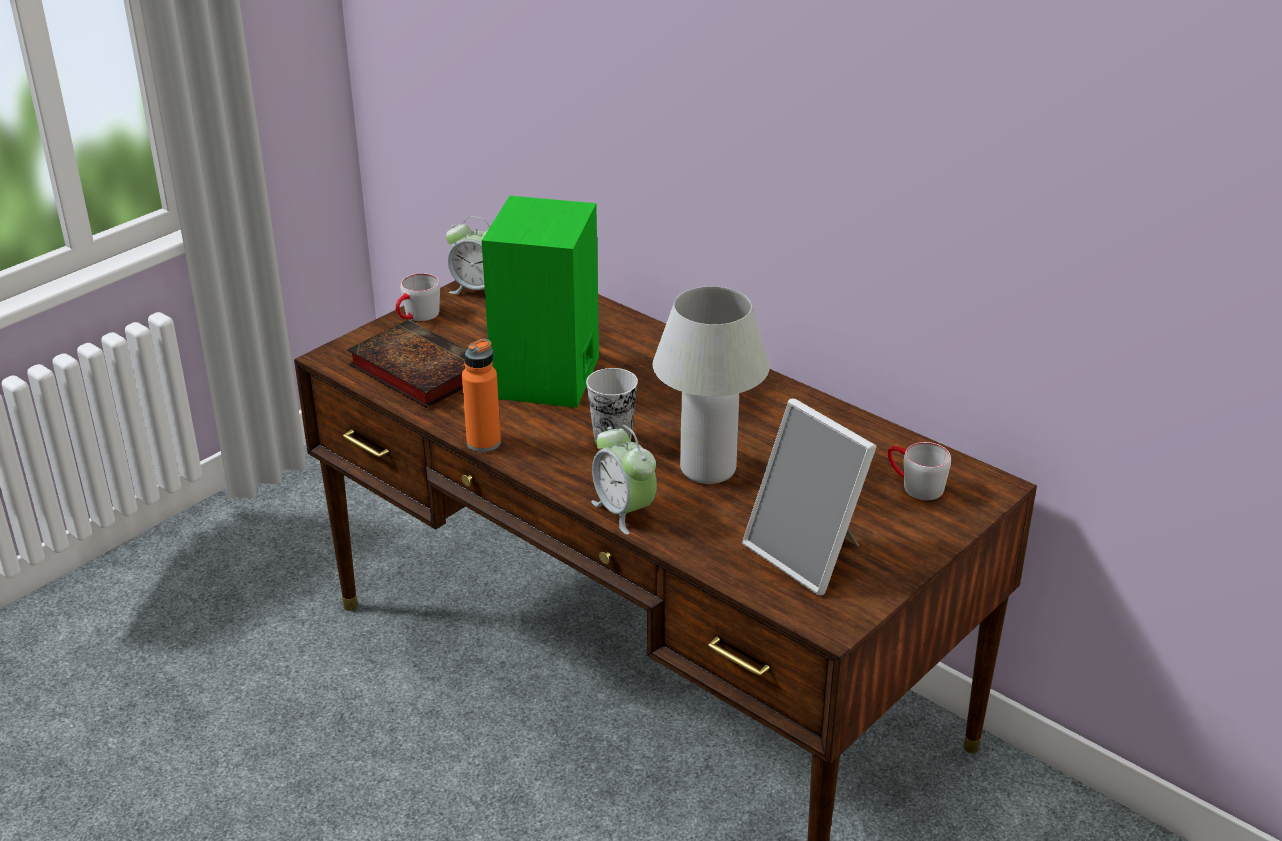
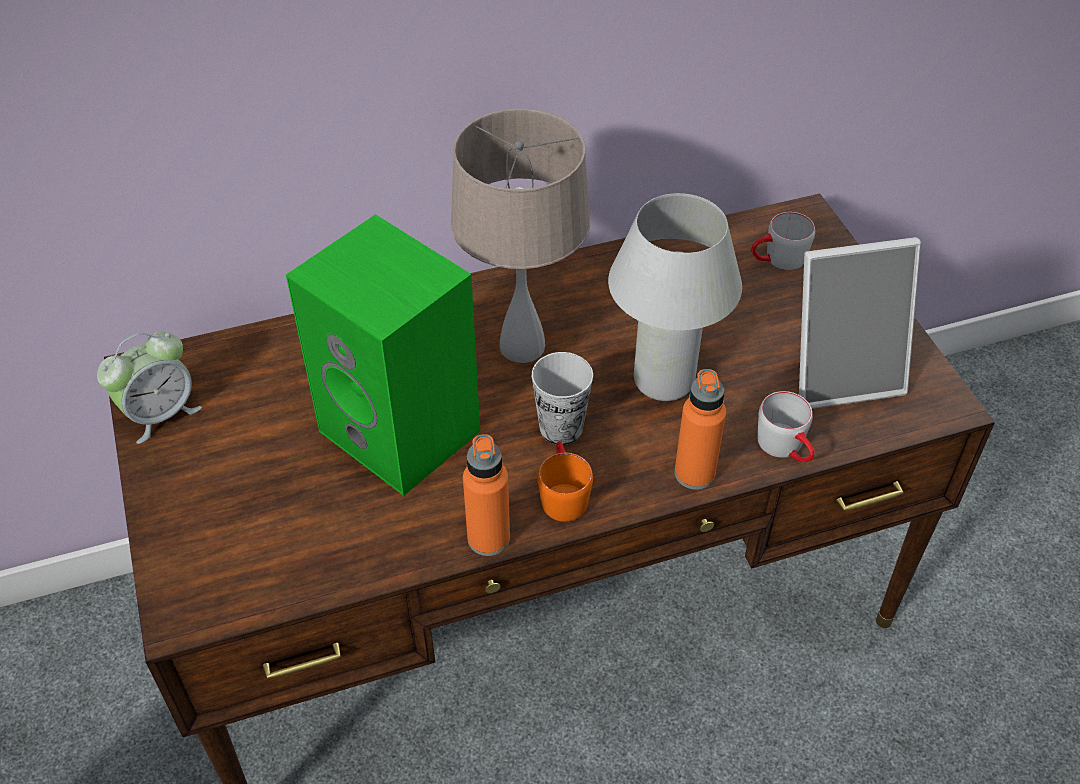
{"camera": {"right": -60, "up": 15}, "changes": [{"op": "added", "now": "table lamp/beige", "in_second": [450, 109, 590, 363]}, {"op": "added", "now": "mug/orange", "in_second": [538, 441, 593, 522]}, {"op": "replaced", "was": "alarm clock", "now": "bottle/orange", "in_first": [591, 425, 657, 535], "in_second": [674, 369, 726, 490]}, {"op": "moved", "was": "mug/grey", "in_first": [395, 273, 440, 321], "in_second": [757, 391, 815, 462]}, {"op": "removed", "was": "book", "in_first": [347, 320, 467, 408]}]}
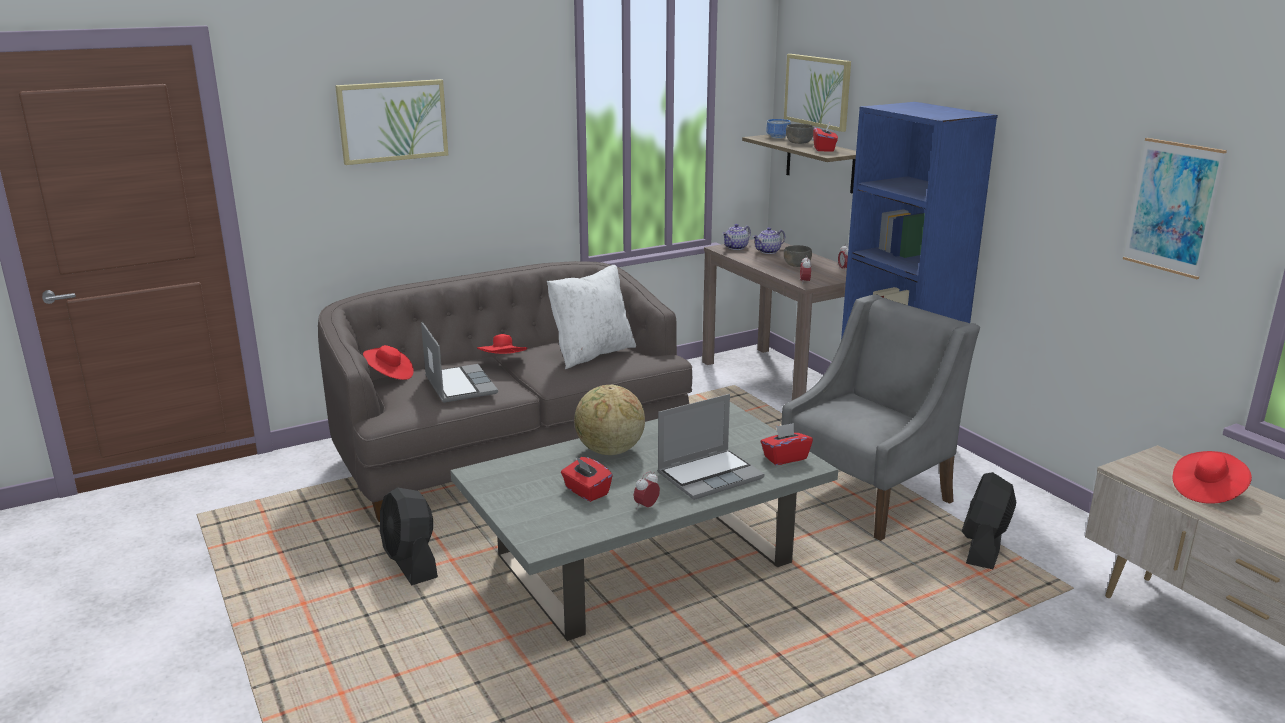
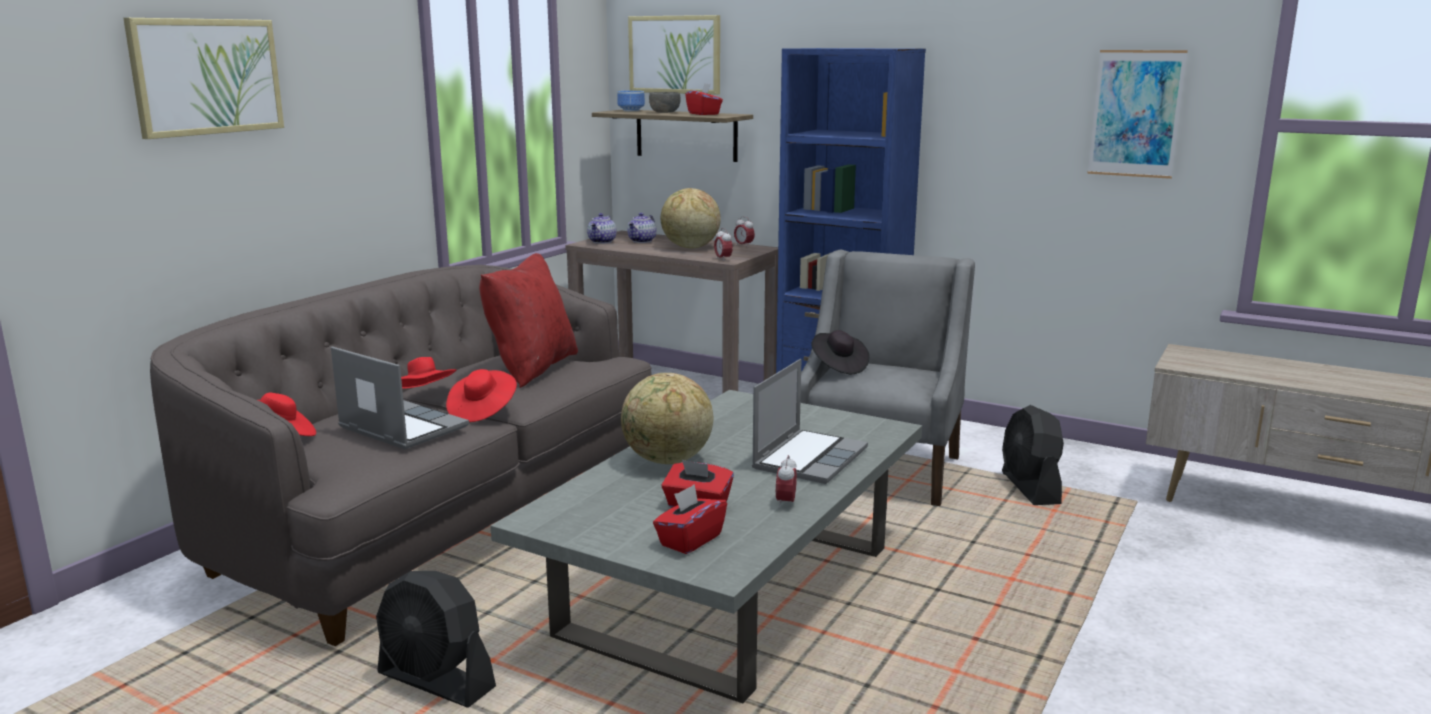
{"camera": {"right": -30, "up": -5}, "changes": [{"op": "moved", "was": "hat/red", "in_first": [1173, 451, 1252, 504], "in_second": [446, 369, 517, 422]}, {"op": "recoloured", "was": "pillow/white", "now": "pillow/red", "in_first": [547, 265, 636, 369], "in_second": [479, 253, 578, 388]}, {"op": "moved", "was": "tissue box/red", "in_first": [761, 423, 813, 465], "in_second": [653, 484, 727, 554]}, {"op": "replaced", "was": "bowl/grey", "now": "globe", "in_first": [784, 245, 812, 267], "in_second": [661, 188, 721, 248]}, {"op": "added", "now": "hat/black", "in_second": [811, 330, 869, 374]}]}
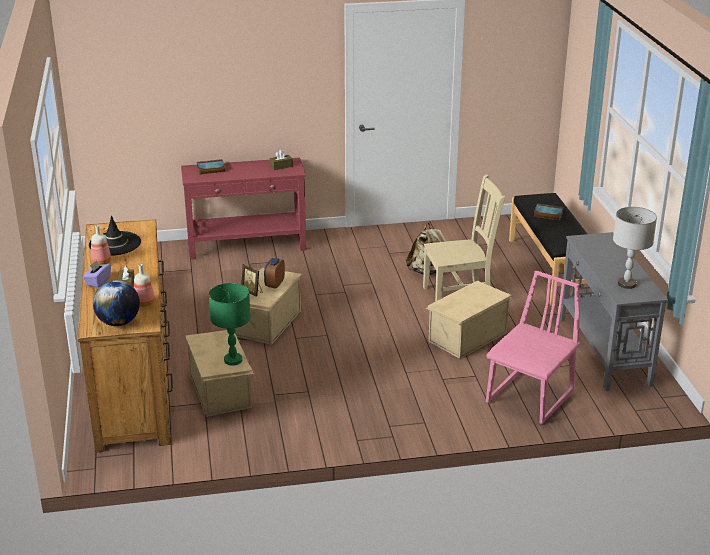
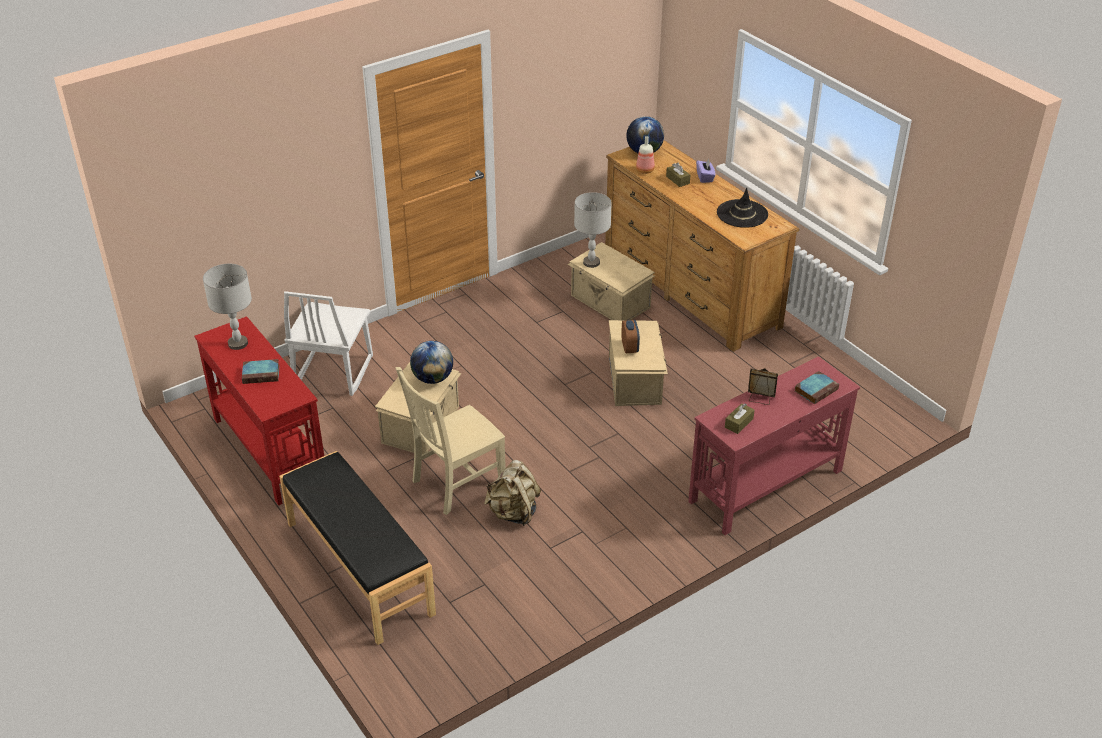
{"camera": {"right": 155, "up": 10}, "changes": [{"op": "recoloured", "was": "console table/grey", "now": "console table/red", "in_first": [560, 232, 668, 391], "in_second": [194, 316, 324, 505]}, {"op": "moved", "was": "book", "in_first": [534, 204, 563, 220], "in_second": [242, 359, 279, 384]}, {"op": "recoloured", "was": "chair/pink", "now": "chair/white", "in_first": [486, 270, 580, 424], "in_second": [284, 291, 373, 396]}, {"op": "added", "now": "globe", "in_second": [410, 341, 453, 384]}, {"op": "recoloured", "was": "table lamp/green", "now": "table lamp/grey", "in_first": [209, 283, 251, 365], "in_second": [574, 192, 612, 268]}, {"op": "moved", "was": "picture frame", "in_first": [241, 264, 262, 297], "in_second": [748, 368, 778, 405]}, {"op": "removed", "was": "bottle", "in_first": [91, 225, 111, 265]}]}
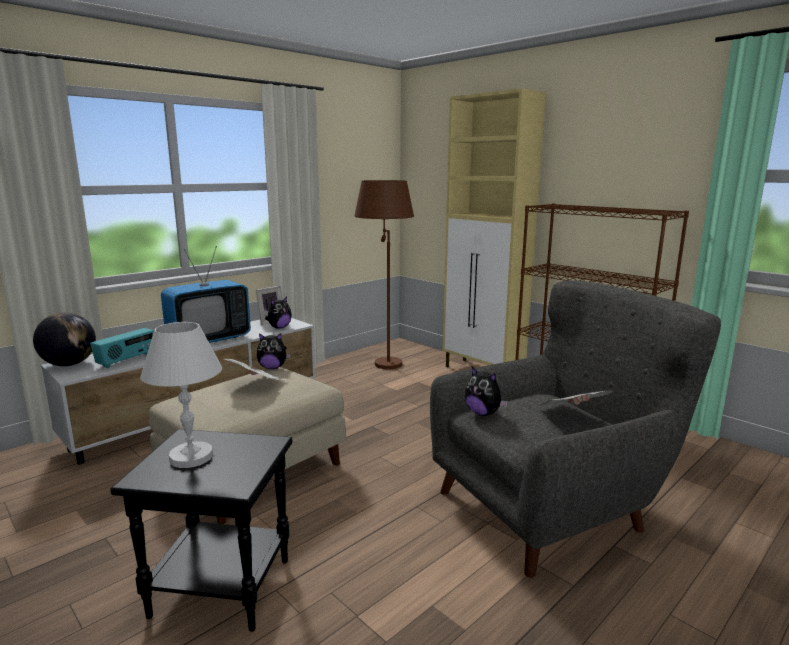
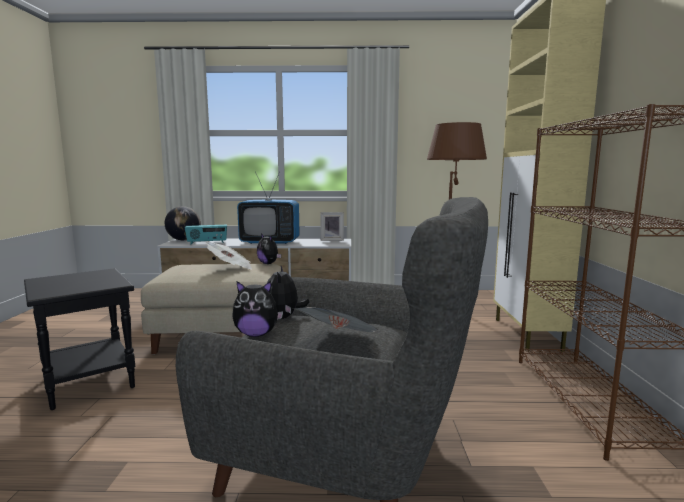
{"camera": {"right": 45, "up": -5}, "changes": [{"op": "moved", "was": "plush toy", "in_first": [265, 296, 292, 329], "in_second": [232, 281, 283, 337]}, {"op": "removed", "was": "table lamp/white", "in_first": [140, 322, 222, 468]}]}
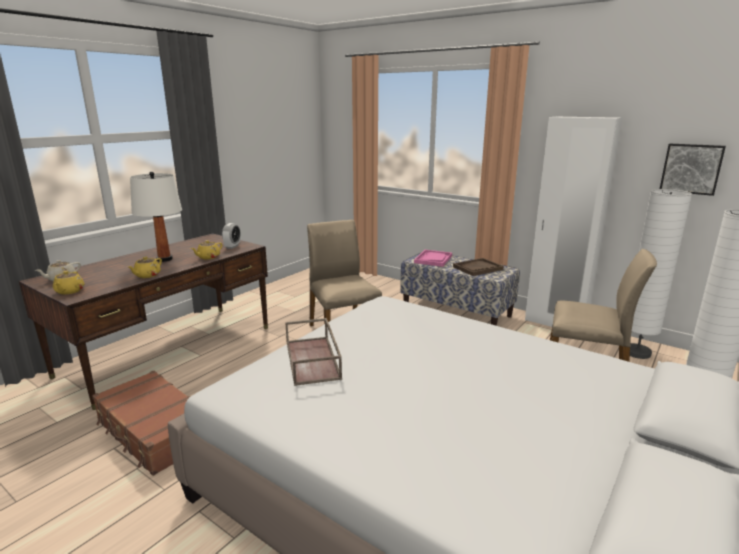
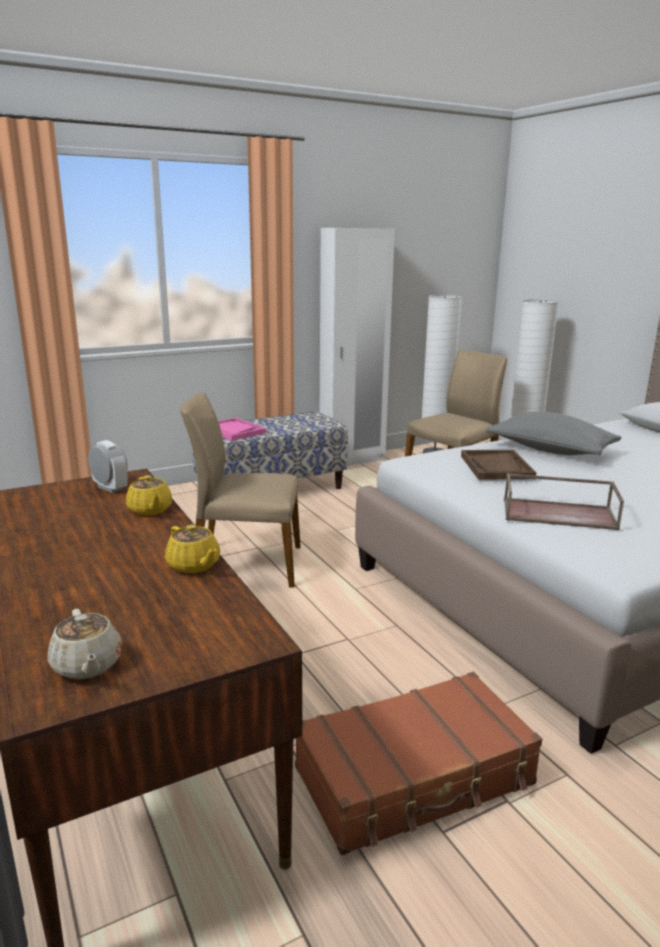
{"camera": {"right": -65, "up": 0}, "changes": [{"op": "moved", "was": "tray/brown", "in_first": [453, 258, 504, 276], "in_second": [461, 450, 537, 480]}, {"op": "added", "now": "pillow/grey", "in_second": [486, 412, 622, 455]}, {"op": "removed", "was": "teapot/yellow", "in_first": [53, 271, 85, 294]}, {"op": "removed", "was": "table lamp/white", "in_first": [130, 172, 182, 262]}, {"op": "removed", "was": "picture", "in_first": [660, 143, 726, 196]}]}
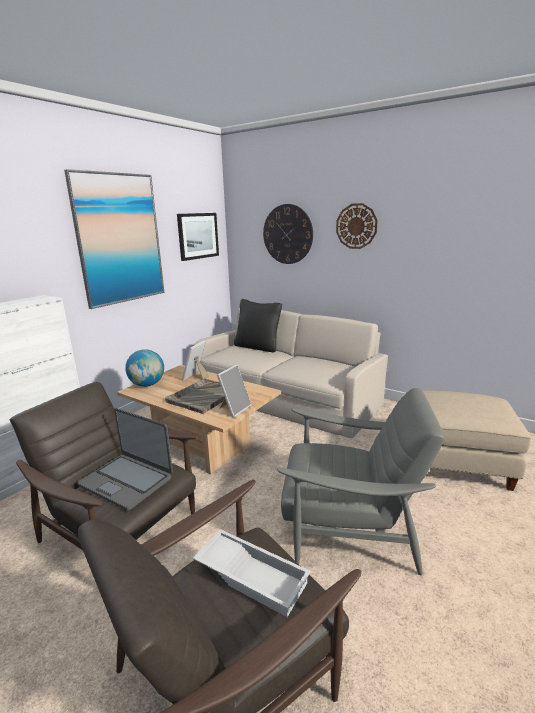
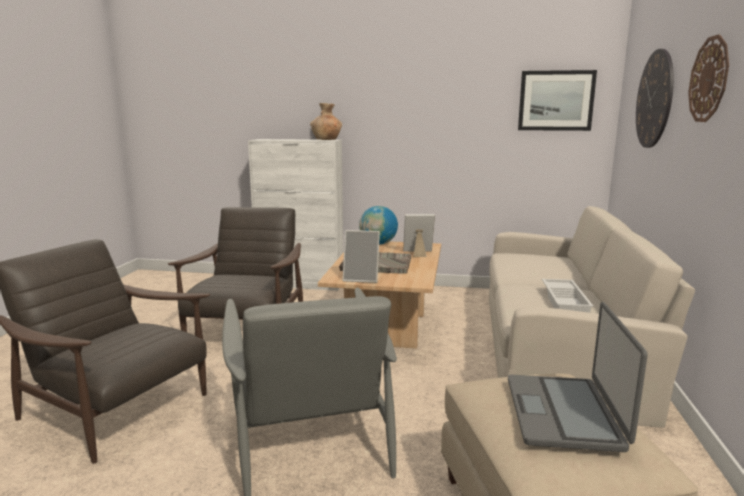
{"camera": {"right": 65, "up": -5}, "changes": [{"op": "added", "now": "vase/brown", "in_second": [310, 103, 342, 140]}, {"op": "moved", "was": "laptop", "in_first": [77, 408, 173, 511], "in_second": [508, 302, 648, 452]}, {"op": "moved", "was": "tray/white", "in_first": [193, 529, 311, 617], "in_second": [542, 279, 594, 313]}, {"op": "removed", "was": "picture", "in_first": [64, 169, 164, 309]}, {"op": "removed", "was": "pillow/black", "in_first": [234, 299, 282, 352]}]}
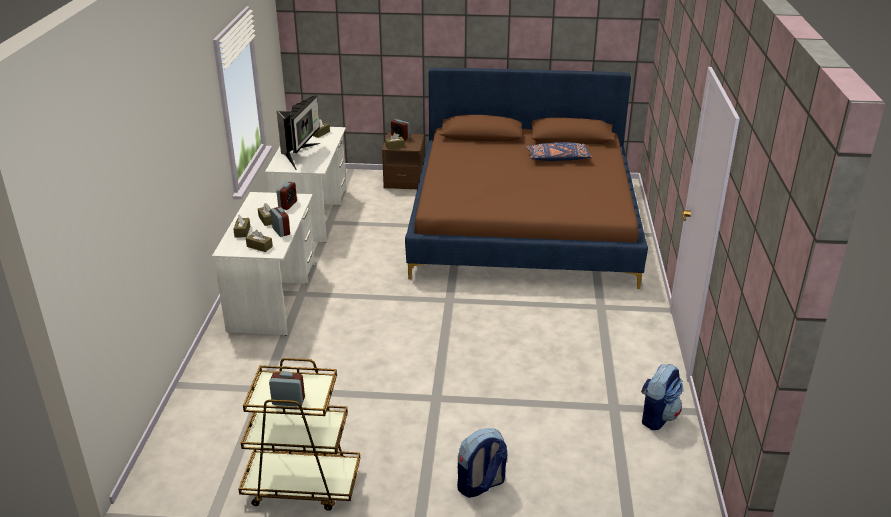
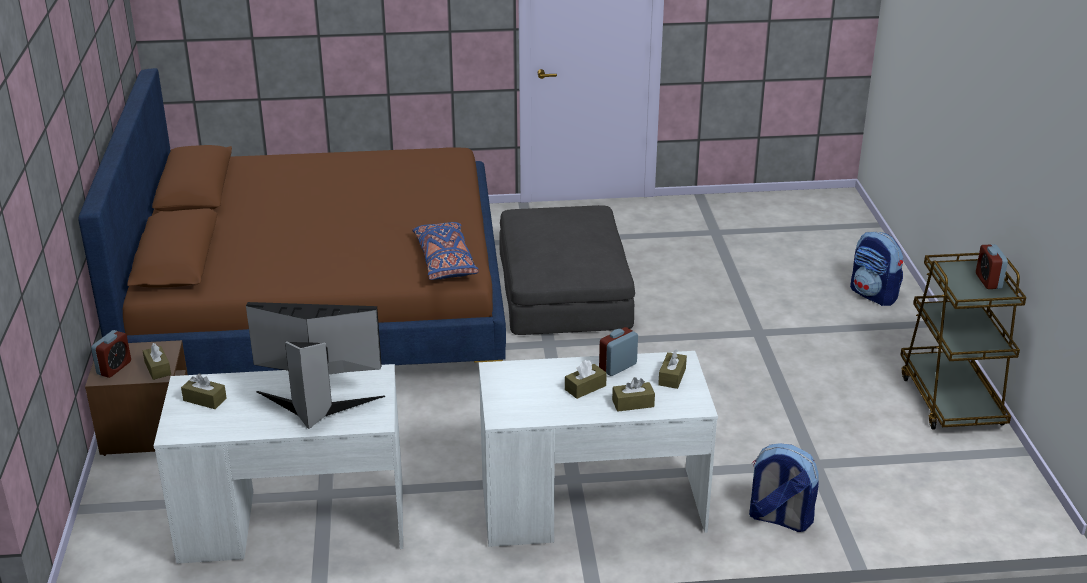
{"camera": {"right": -100, "up": 0}, "changes": [{"op": "moved", "was": "pillow/blue", "in_first": [526, 142, 592, 161], "in_second": [412, 222, 479, 280]}, {"op": "added", "now": "ottoman/grey", "in_second": [500, 205, 635, 335]}, {"op": "moved", "was": "backpack", "in_first": [641, 364, 683, 430], "in_second": [749, 443, 819, 532]}, {"op": "removed", "was": "alarm clock", "in_first": [276, 181, 297, 210]}]}
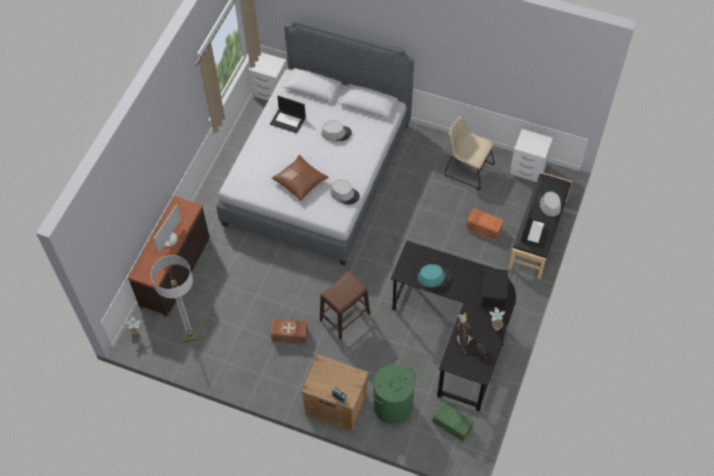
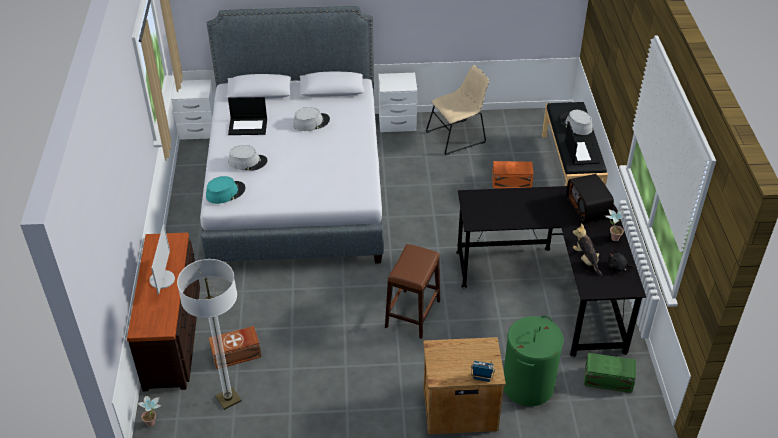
{"camera": {"right": -25, "up": -15}, "changes": [{"op": "moved", "was": "hat/turquoise", "in_first": [418, 264, 451, 287], "in_second": [206, 176, 245, 204]}, {"op": "moved", "was": "storage box/brown", "in_first": [271, 319, 308, 344], "in_second": [209, 326, 261, 369]}, {"op": "moved", "was": "hat/grey", "in_first": [330, 180, 360, 205], "in_second": [229, 145, 268, 170]}, {"op": "moved", "was": "nightstand/white", "in_first": [510, 129, 553, 182], "in_second": [378, 73, 417, 132]}, {"op": "turned", "was": "chair/beige", "in_first": [444, 115, 495, 190], "in_second": [426, 65, 489, 155], "clockwise": 150}, {"op": "removed", "was": "pillow/brown", "in_first": [272, 155, 329, 201]}]}
